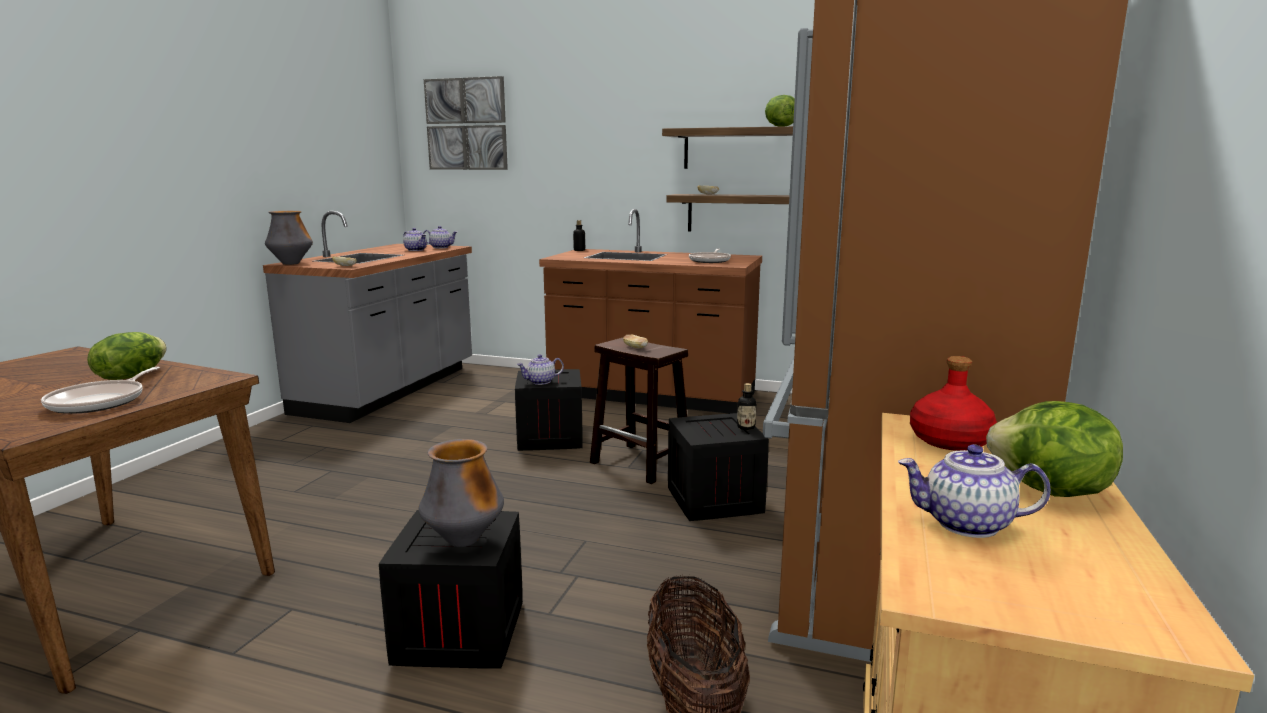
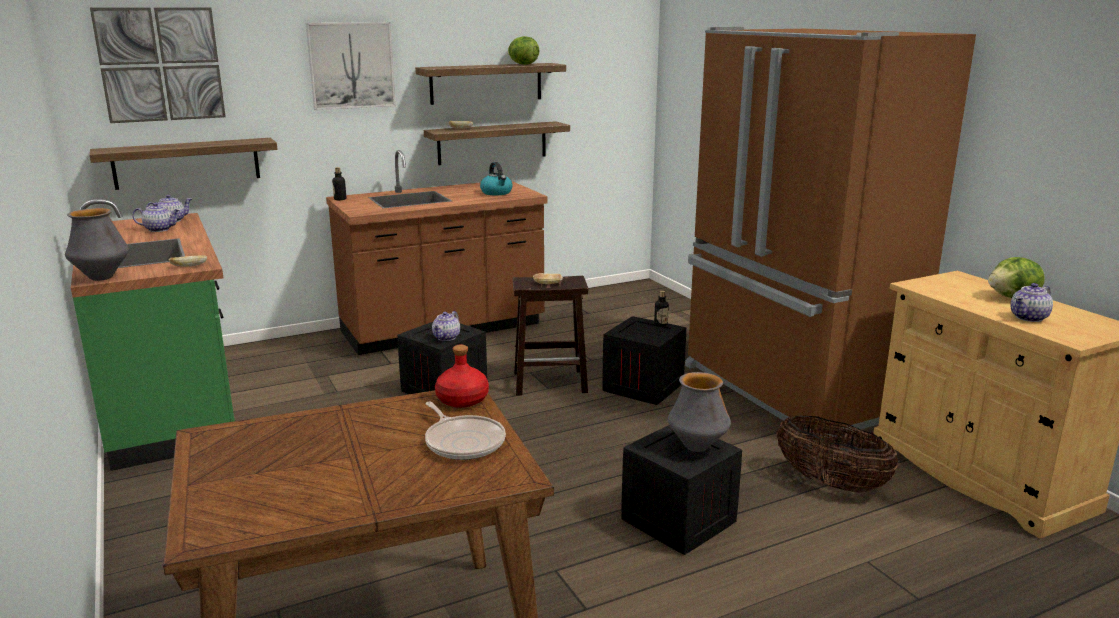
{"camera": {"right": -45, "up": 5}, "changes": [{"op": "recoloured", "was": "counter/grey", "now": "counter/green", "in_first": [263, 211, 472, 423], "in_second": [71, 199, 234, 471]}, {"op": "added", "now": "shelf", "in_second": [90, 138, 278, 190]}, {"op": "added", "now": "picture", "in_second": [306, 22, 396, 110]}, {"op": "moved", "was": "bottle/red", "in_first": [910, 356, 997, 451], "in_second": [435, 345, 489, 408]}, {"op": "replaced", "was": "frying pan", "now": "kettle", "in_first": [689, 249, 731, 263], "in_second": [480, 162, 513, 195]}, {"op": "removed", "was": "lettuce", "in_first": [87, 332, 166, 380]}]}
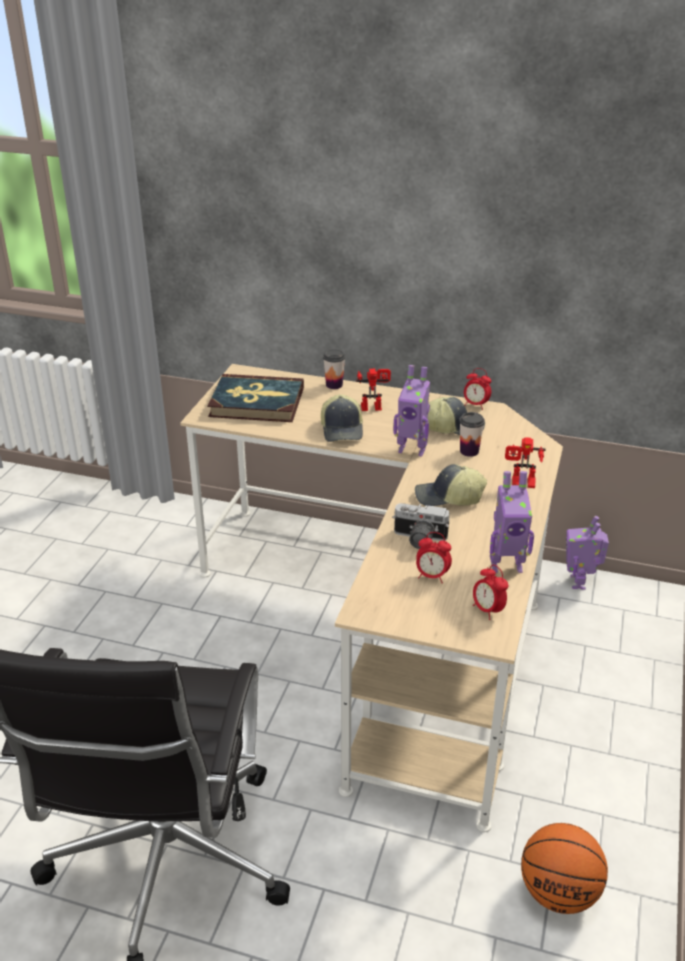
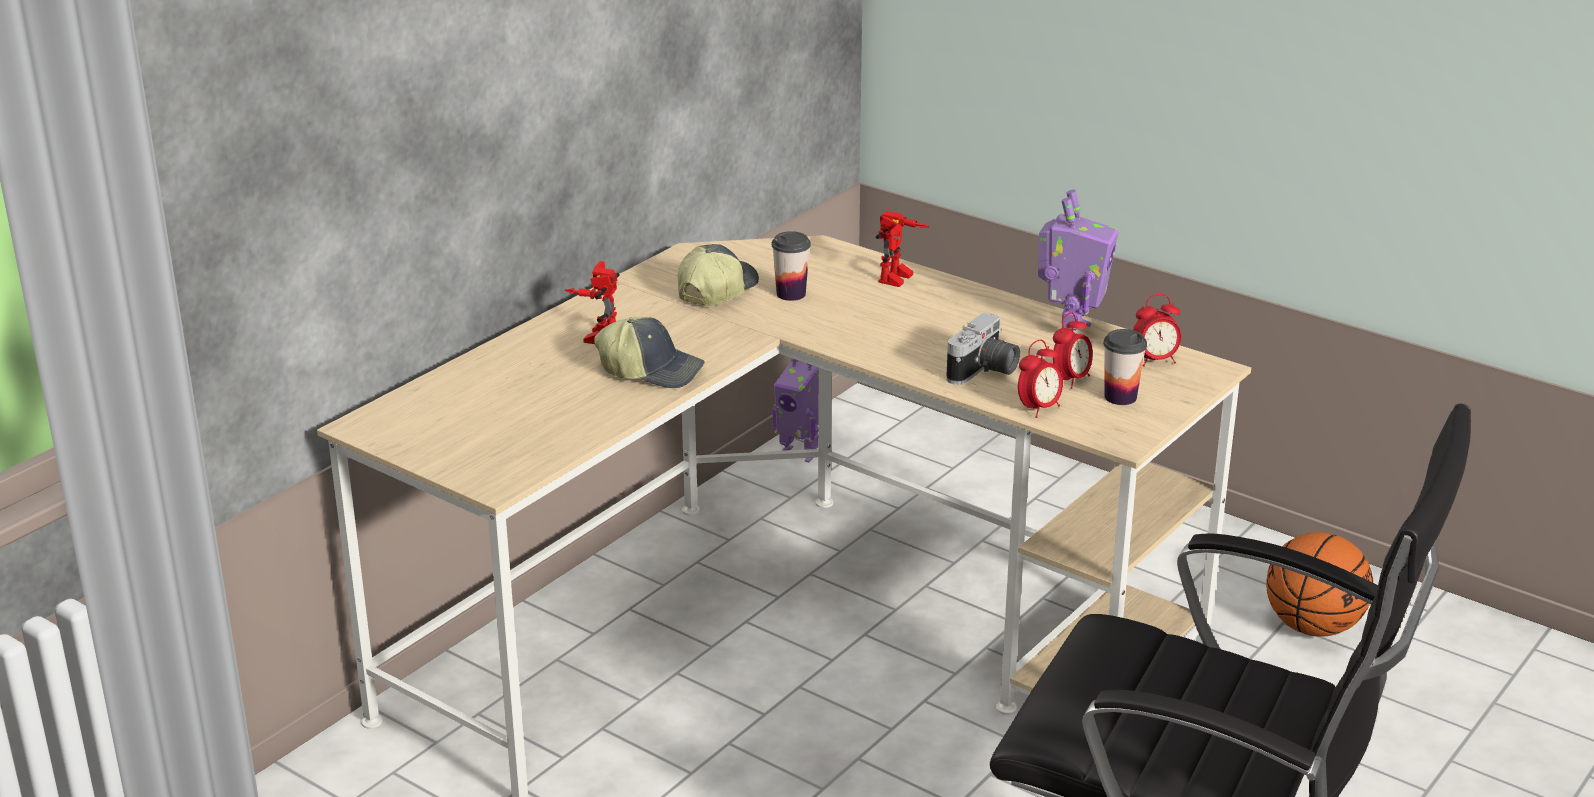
{"camera": {"right": -70, "up": -5}, "changes": [{"op": "moved", "was": "alarm clock", "in_first": [464, 368, 491, 410], "in_second": [1018, 340, 1063, 418]}, {"op": "moved", "was": "cup", "in_first": [323, 349, 346, 389], "in_second": [1103, 329, 1147, 405]}, {"op": "removed", "was": "book", "in_first": [207, 374, 304, 422]}, {"op": "removed", "was": "toy robot", "in_first": [393, 365, 430, 457]}, {"op": "removed", "was": "cap", "in_first": [415, 464, 487, 506]}]}
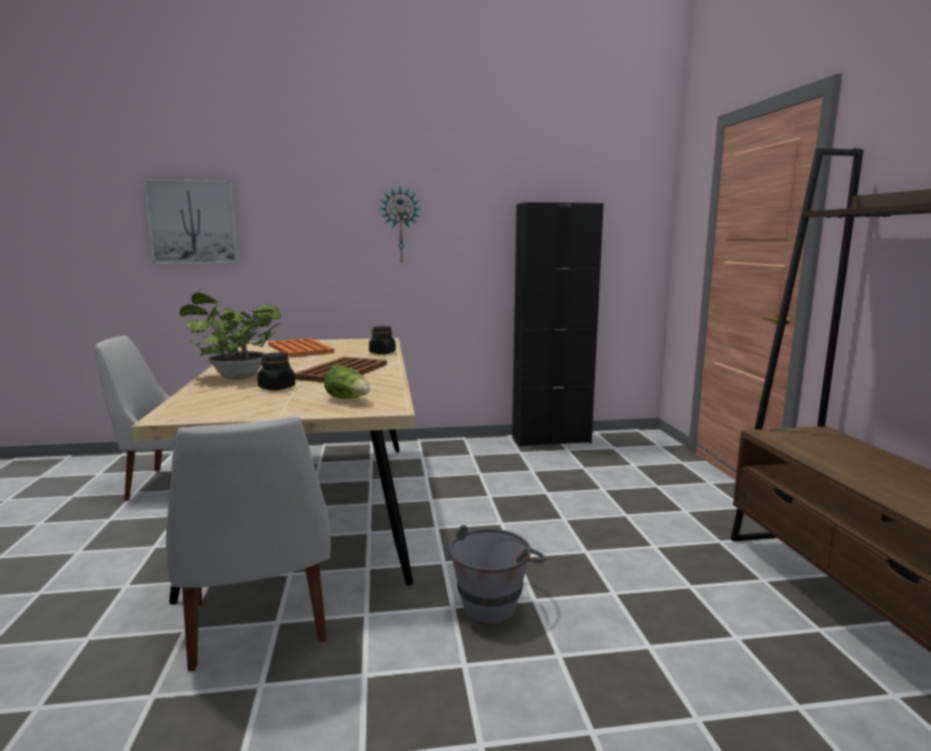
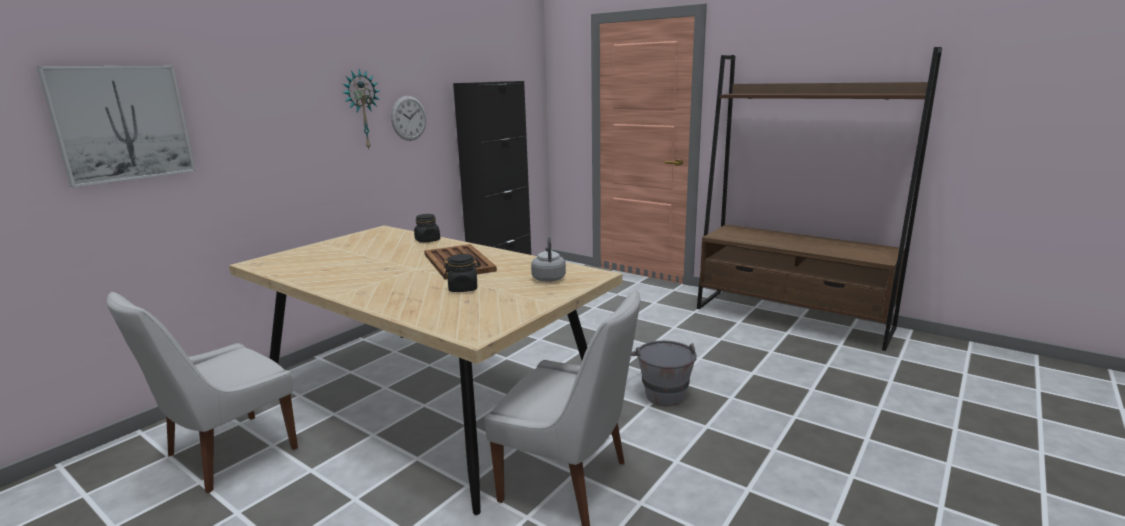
{"camera": {"right": -45, "up": 5}, "changes": [{"op": "added", "now": "wall clock", "in_second": [391, 96, 426, 141]}, {"op": "replaced", "was": "lettuce", "now": "kettle/grey", "in_first": [324, 365, 370, 399], "in_second": [531, 237, 566, 282]}, {"op": "removed", "was": "potted plant", "in_first": [180, 292, 281, 380]}, {"op": "removed", "was": "tray/orange", "in_first": [268, 338, 335, 358]}]}
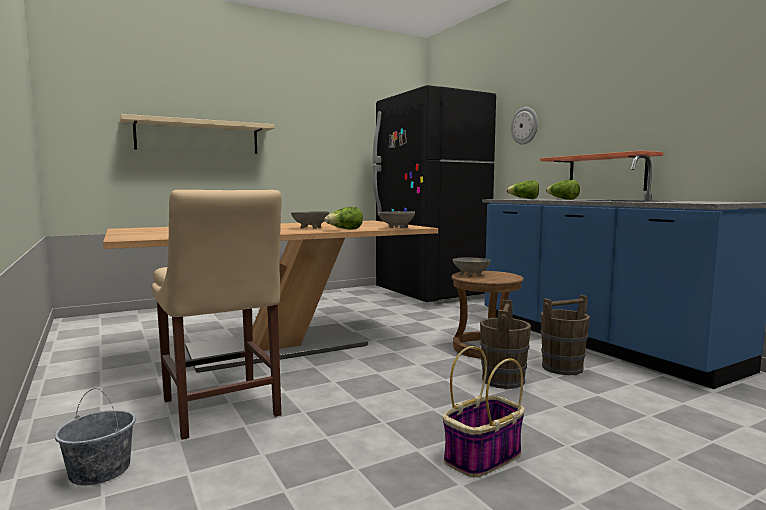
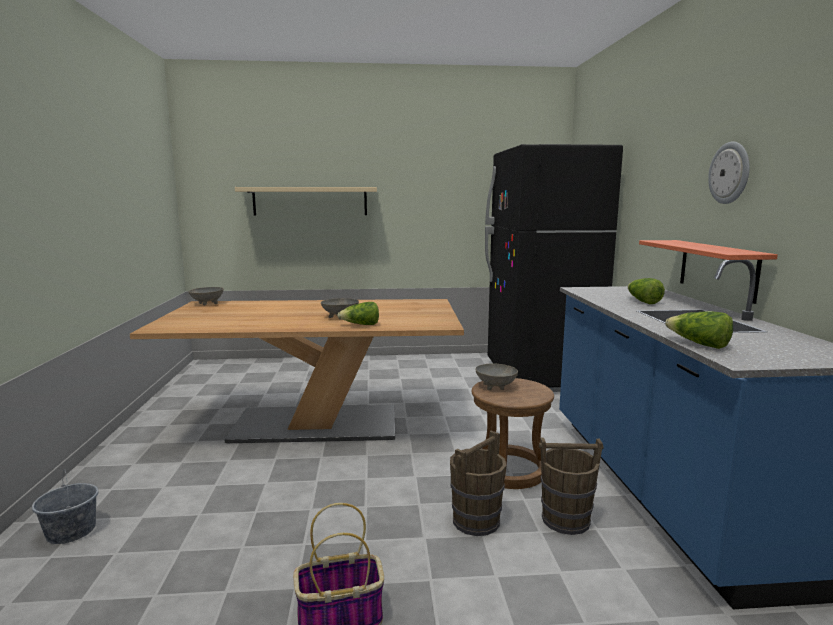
{"camera": {"right": 25, "up": 5}, "changes": [{"op": "moved", "was": "bowl/grey", "in_first": [379, 211, 415, 228], "in_second": [188, 287, 224, 305]}, {"op": "moved", "was": "lettuce", "in_first": [506, 181, 539, 199], "in_second": [665, 311, 733, 349]}, {"op": "moved", "was": "wall clock", "in_first": [511, 107, 538, 145], "in_second": [708, 141, 750, 204]}, {"op": "removed", "was": "chair/beige", "in_first": [152, 190, 282, 440]}]}
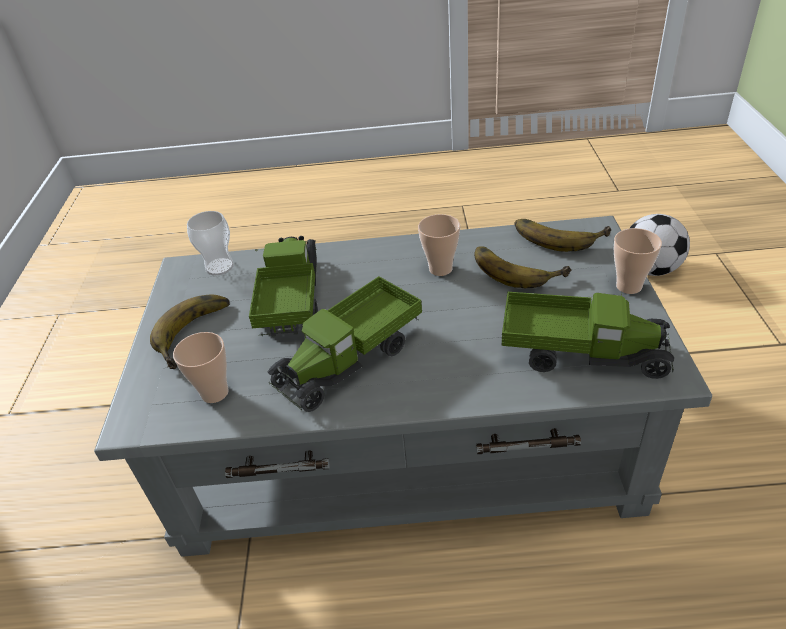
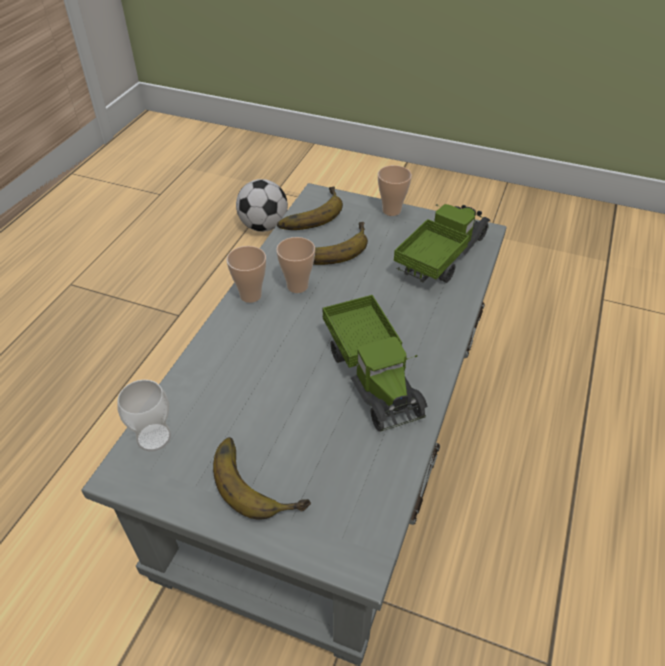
{"camera": {"right": -70, "up": 5}, "changes": [{"op": "moved", "was": "cup", "in_first": [173, 332, 229, 403], "in_second": [227, 246, 266, 303]}, {"op": "removed", "was": "toy truck", "in_first": [249, 236, 318, 337]}]}
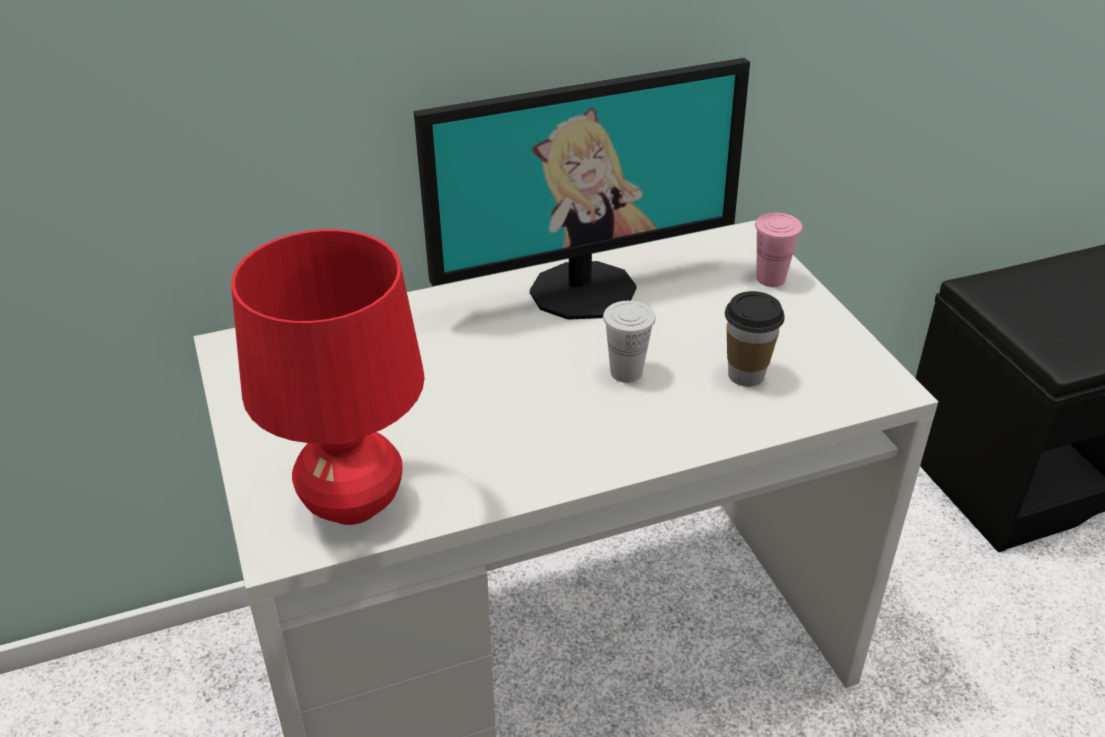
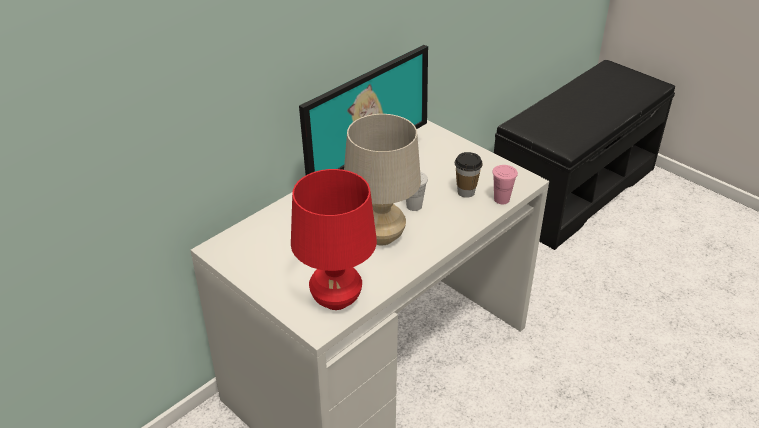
{"camera": {"right": -25, "up": 0}, "changes": [{"op": "added", "now": "table lamp/beige", "in_second": [344, 114, 421, 245]}, {"op": "moved", "was": "cup/pink", "in_first": [755, 212, 802, 287], "in_second": [492, 165, 518, 204]}]}
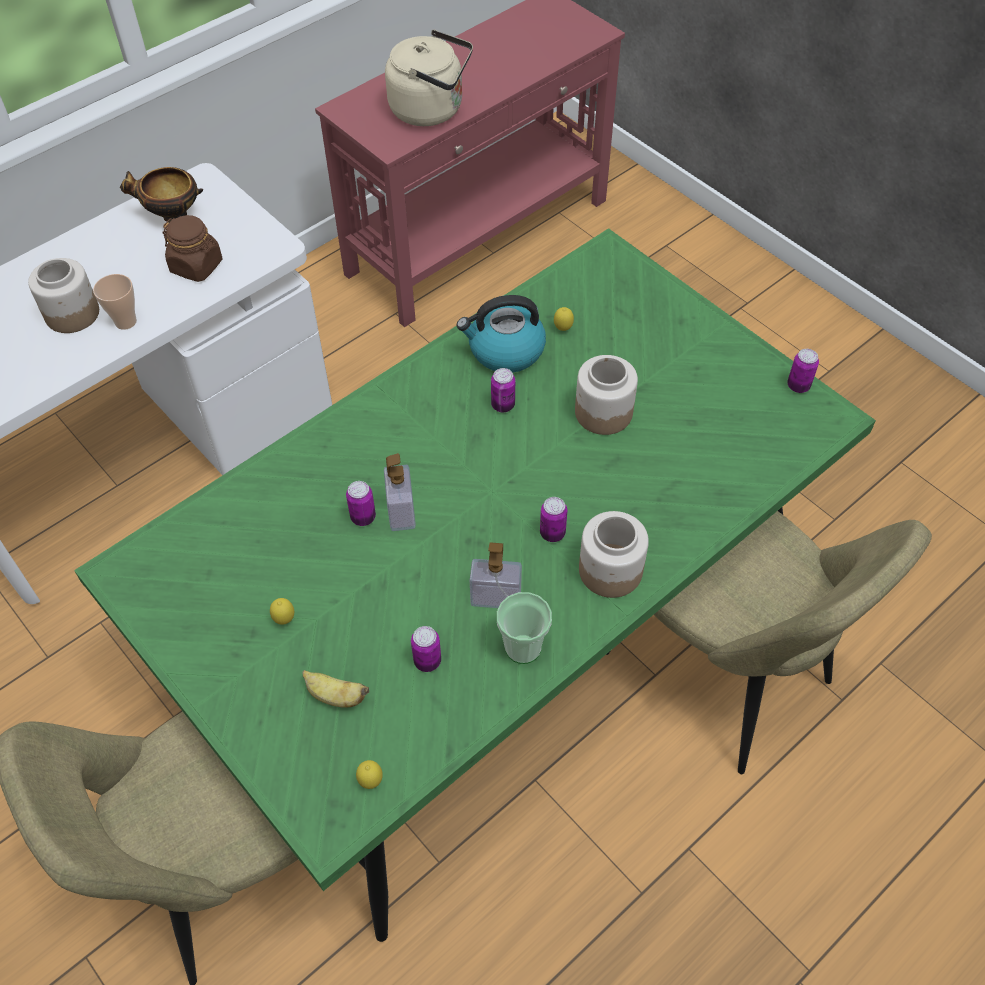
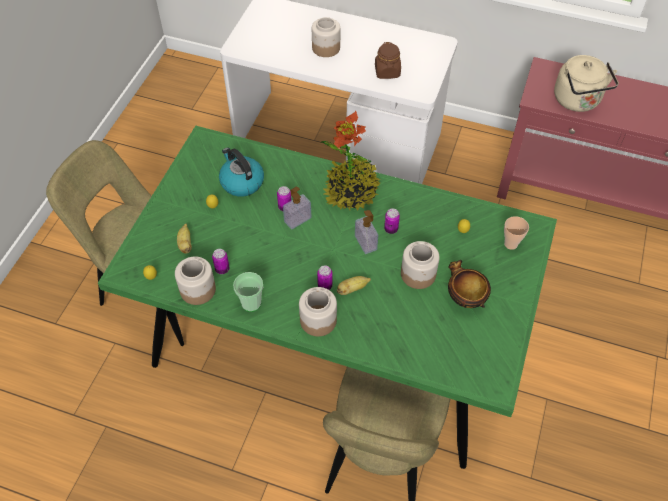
{"camera": {"right": 60, "up": 0}, "changes": [{"op": "added", "now": "jar", "in_second": [175, 256, 216, 305]}, {"op": "moved", "was": "kettle", "in_first": [457, 295, 546, 373], "in_second": [219, 148, 264, 197]}, {"op": "added", "now": "potted plant", "in_second": [320, 111, 380, 210]}, {"op": "added", "now": "banana", "in_second": [337, 276, 371, 295]}, {"op": "moved", "was": "soap dispenser", "in_first": [470, 542, 522, 608], "in_second": [355, 210, 378, 254]}, {"op": "moved", "was": "bowl", "in_first": [120, 167, 203, 223], "in_second": [448, 260, 491, 308]}, {"op": "moved", "was": "cup", "in_first": [93, 274, 137, 330], "in_second": [504, 216, 529, 250]}, {"op": "removed", "was": "can", "in_first": [787, 349, 819, 393]}]}
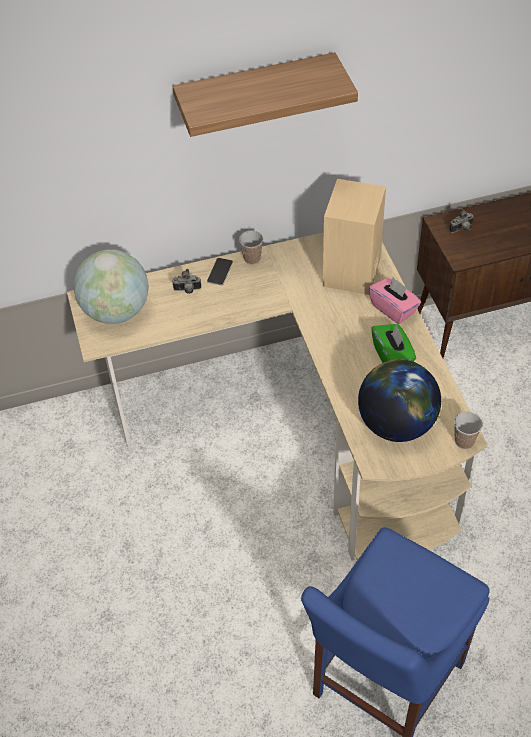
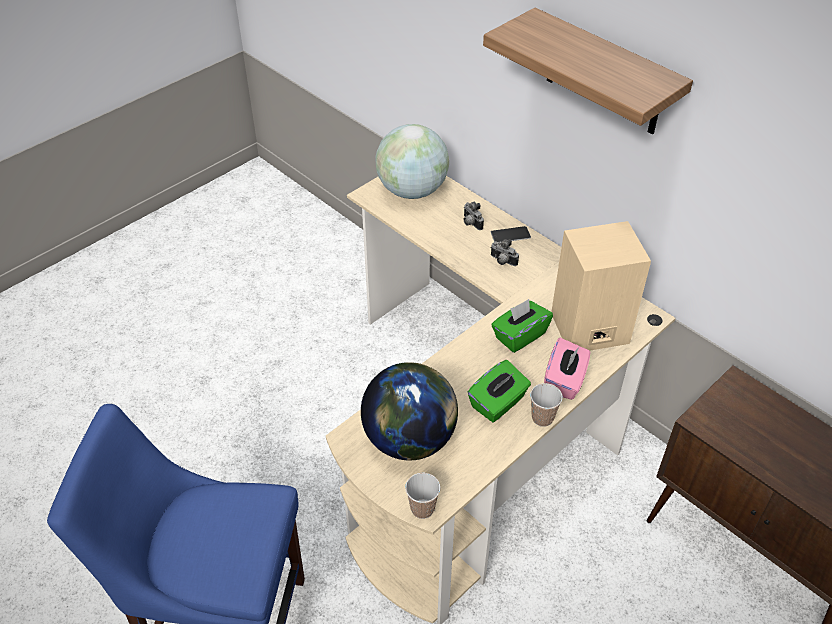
{"camera": {"right": 60, "up": -5}, "changes": [{"op": "moved", "was": "photo camera", "in_first": [449, 208, 474, 233], "in_second": [490, 239, 519, 266]}, {"op": "added", "now": "tissue box/green", "in_second": [491, 299, 553, 353]}, {"op": "moved", "was": "cup", "in_first": [239, 230, 263, 264], "in_second": [530, 383, 563, 427]}]}
